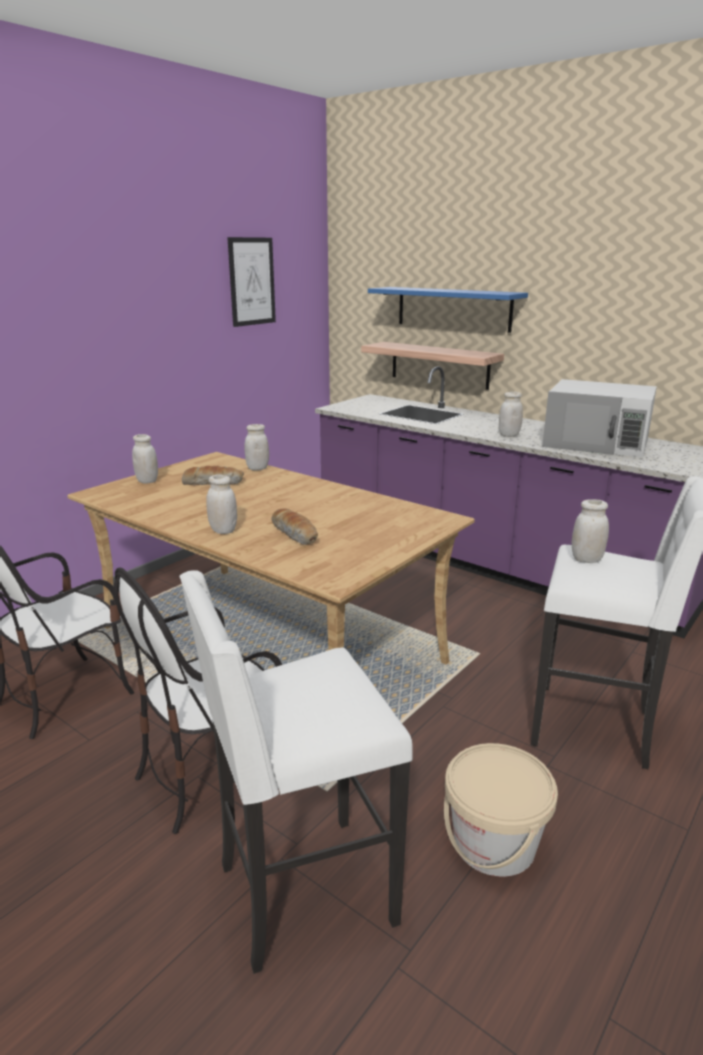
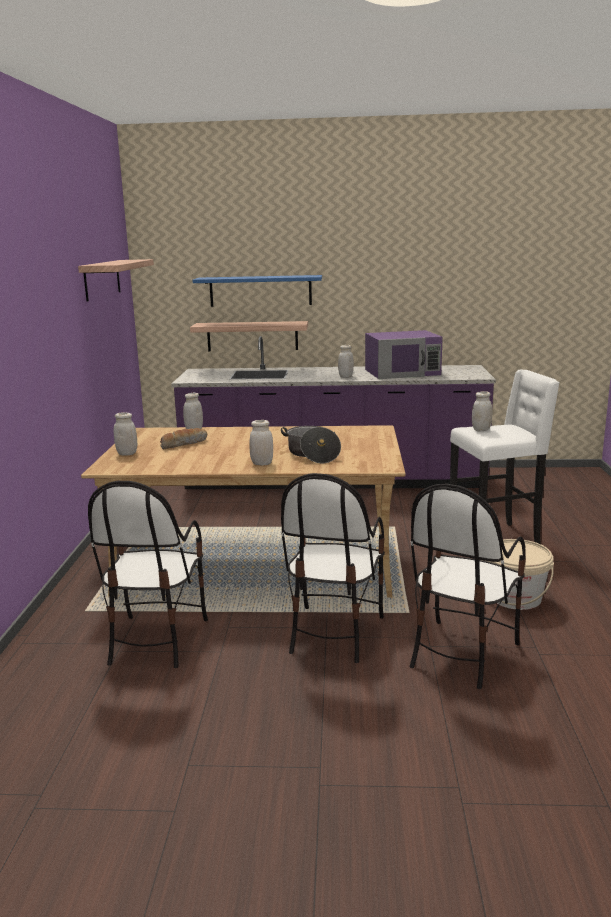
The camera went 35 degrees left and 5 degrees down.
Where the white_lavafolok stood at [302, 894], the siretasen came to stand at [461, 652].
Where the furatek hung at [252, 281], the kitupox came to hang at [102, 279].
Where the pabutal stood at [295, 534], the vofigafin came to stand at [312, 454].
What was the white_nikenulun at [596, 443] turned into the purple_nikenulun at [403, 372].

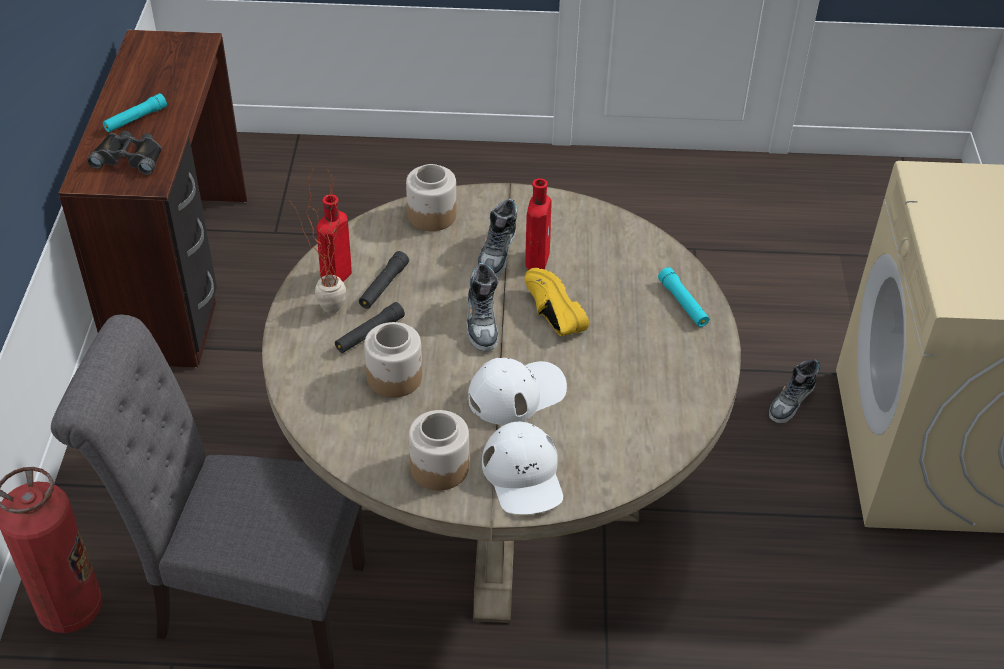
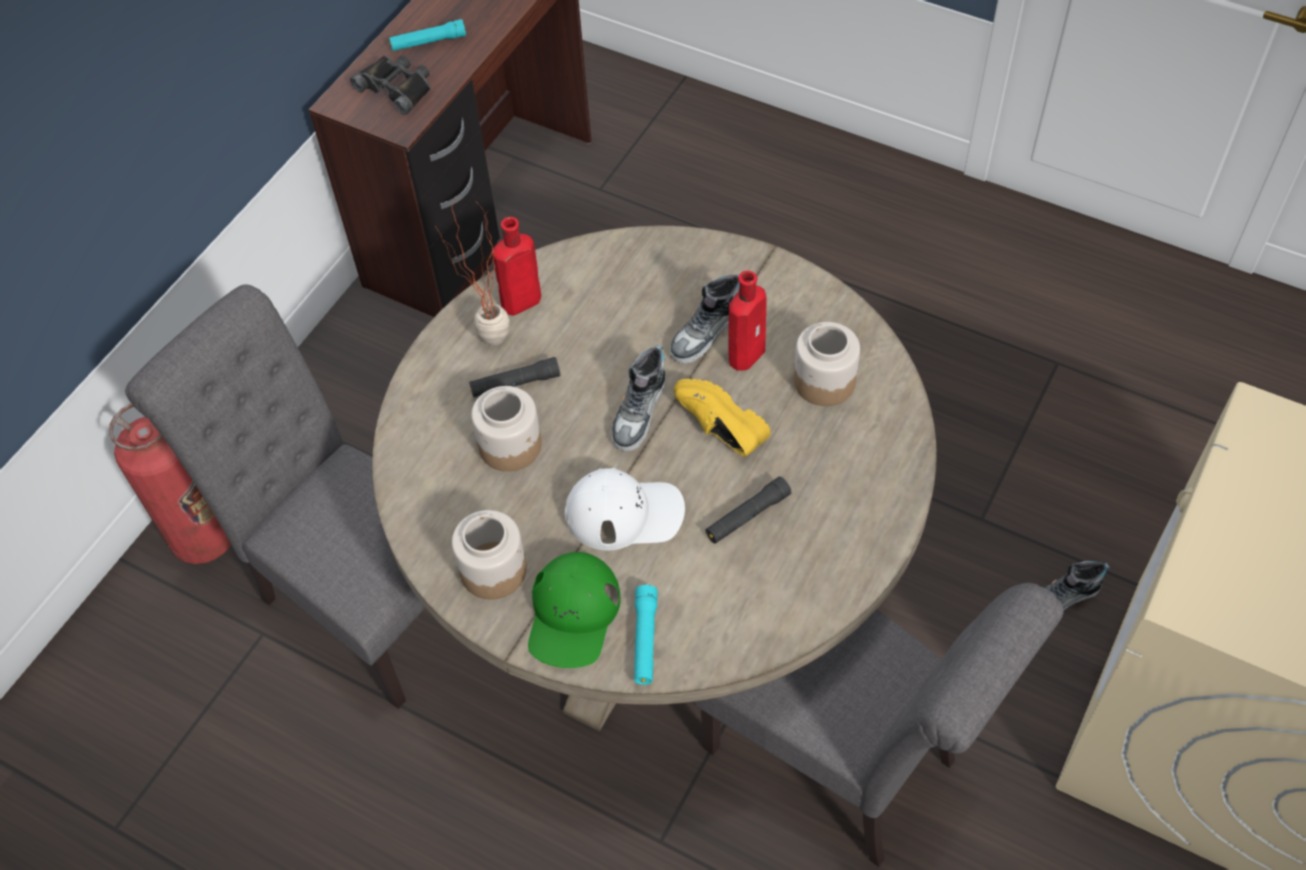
The camera went 30 degrees right and 10 degrees up.
The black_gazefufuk ended up elsewhere, having gone from [383, 286] to [747, 516].
The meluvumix ended up elsewhere, having gone from [431, 215] to [823, 381].
What was the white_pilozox at [523, 475] turned into the green_pilozox at [573, 614].
The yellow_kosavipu at [548, 315] ended up facing another way, 45 degrees counterclockwise from before.
The turquoise_gazefufuk ended up elsewhere, having gone from [683, 303] to [645, 640].
The second view gained the grey_siretasen at [844, 762].

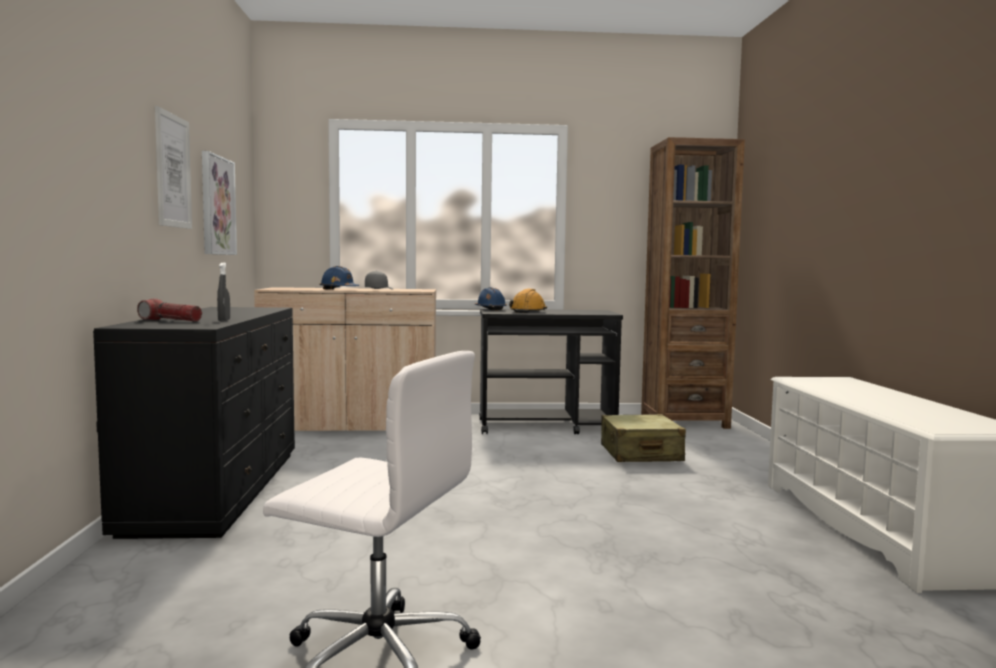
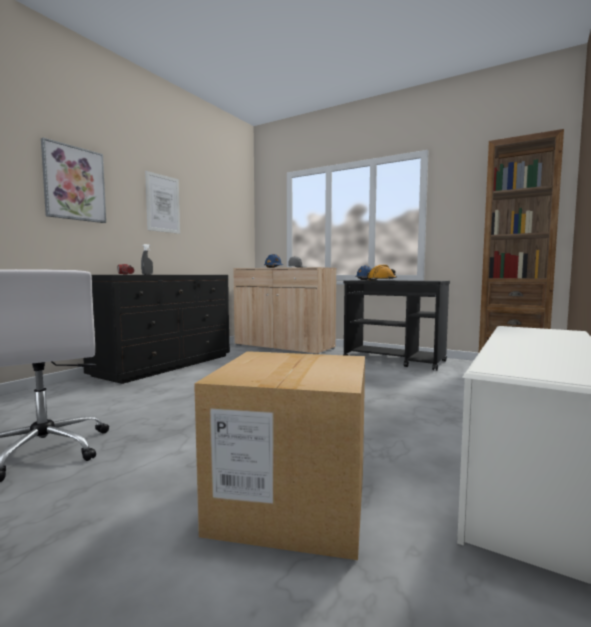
The camera went 35 degrees right and 0 degrees up.
The furatek ended up elsewhere, having gone from [217, 206] to [74, 183].
The second view lost the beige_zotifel at [640, 453].
The second view gained the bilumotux at [291, 501].

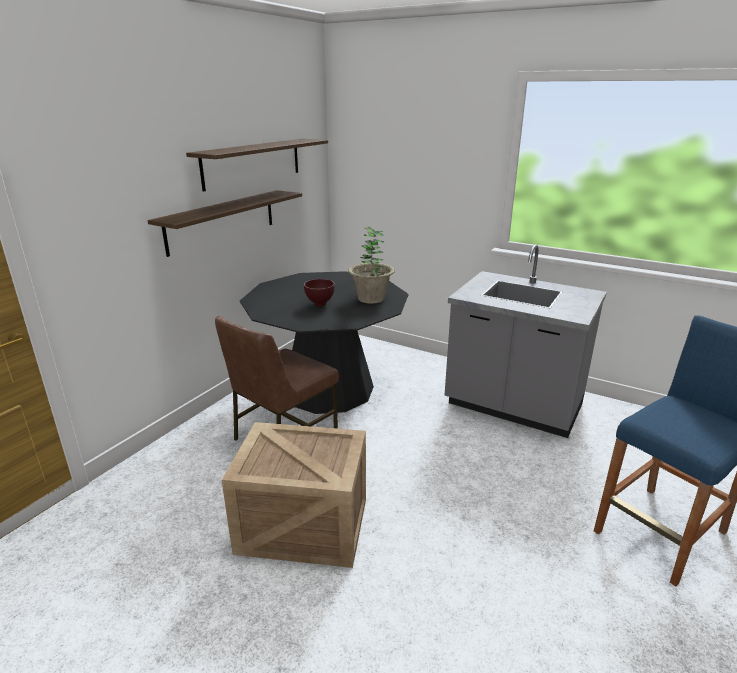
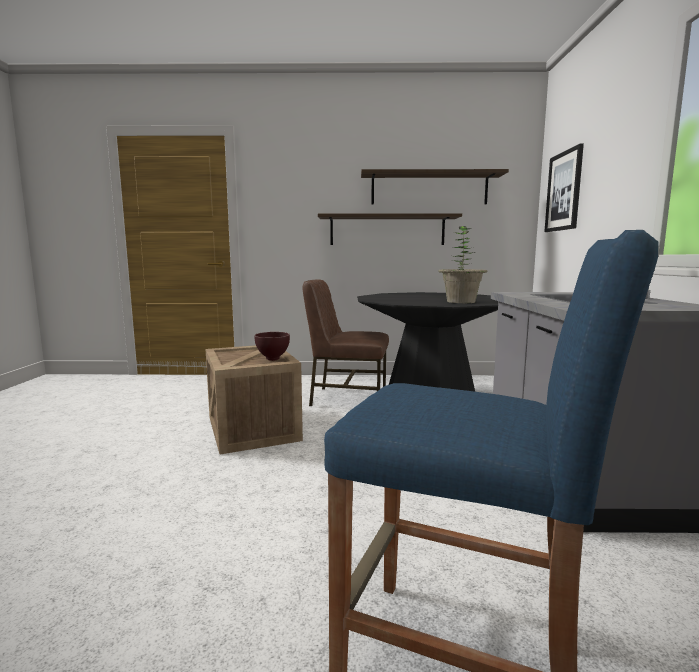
The camera went 60 degrees right and 15 degrees down.
The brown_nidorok ended up elsewhere, having gone from [319, 304] to [273, 359].
The second view gained the furatek at [564, 191].

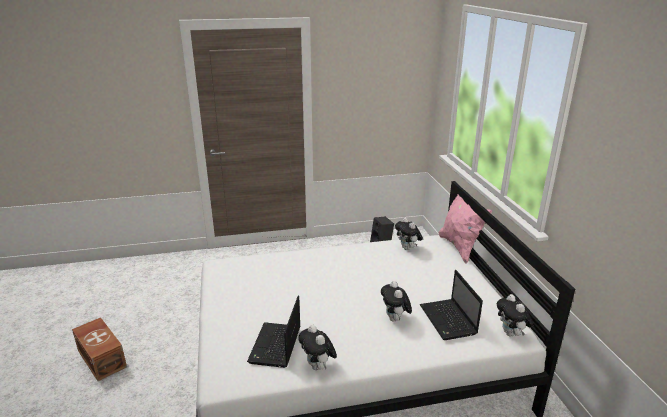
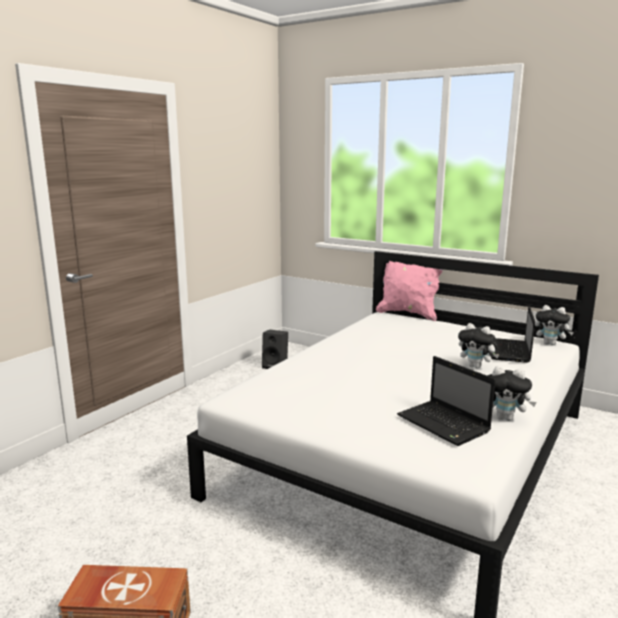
The camera went 45 degrees left and 10 degrees down.
The second view lost the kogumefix at [407, 248].
The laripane at [448, 321] ended up facing another way, 75 degrees clockwise from before.

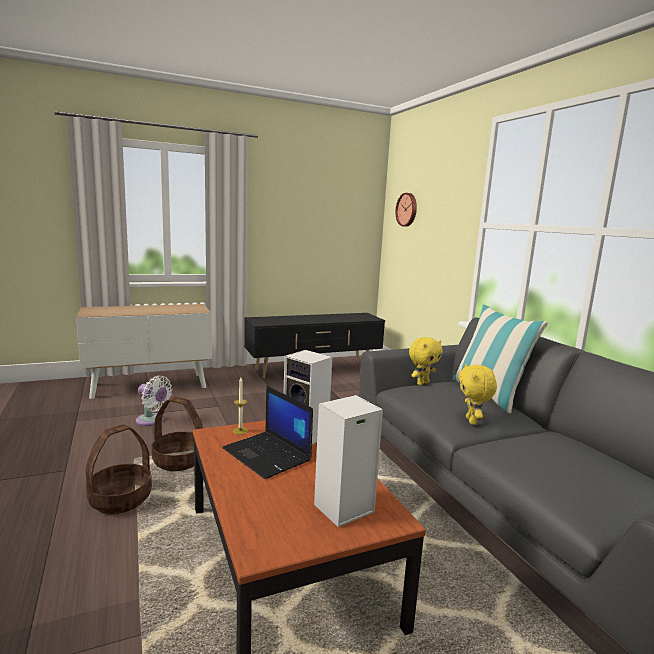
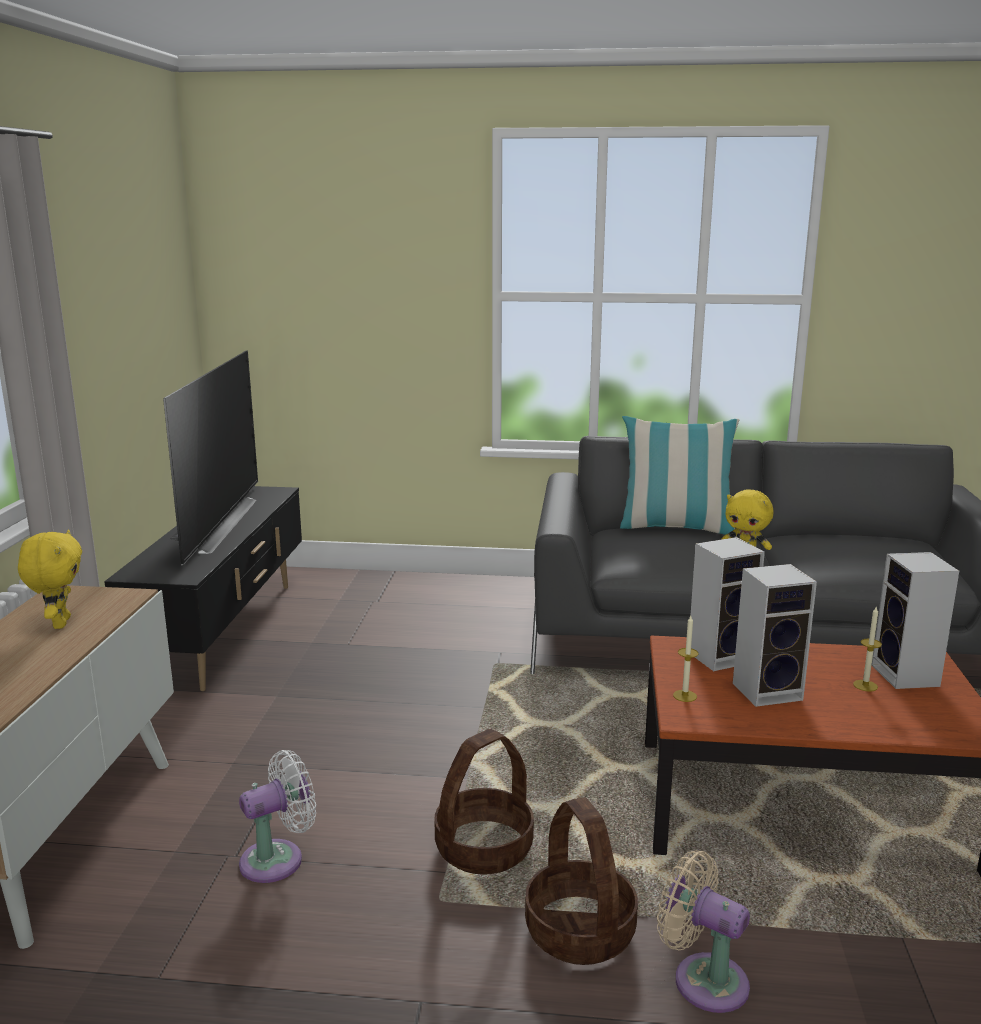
The camera went 60 degrees left and 5 degrees up.
Where the laripane stood at [268, 455], the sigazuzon came to stand at [769, 691].
The second view lost the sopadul at [407, 209].
The yellow_kogumefix ended up elsewhere, having gone from [422, 383] to [59, 623].
The second view gained the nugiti at [214, 524].
The second view gained the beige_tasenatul at [703, 979].
The second view gained the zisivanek at [865, 685].

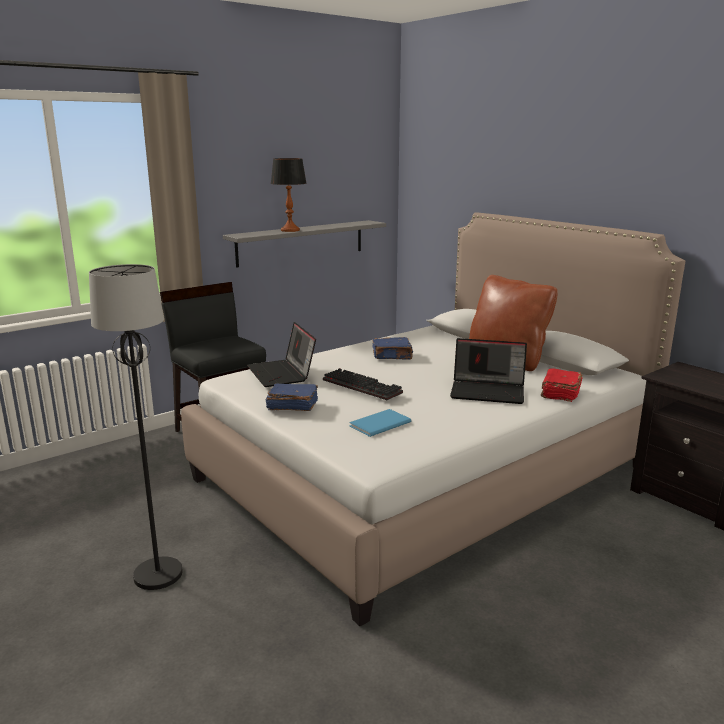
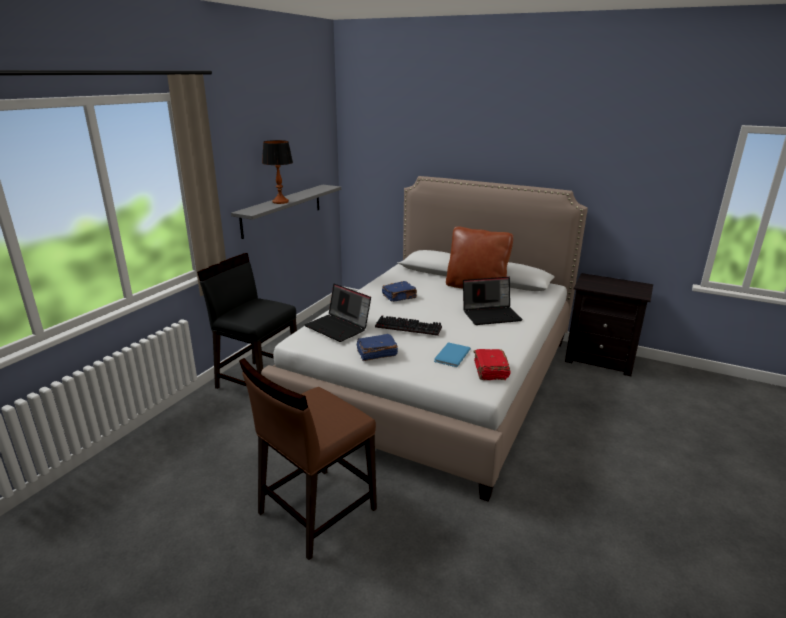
The camera went 25 degrees left and 5 degrees up.
Where the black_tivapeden stood at [157, 574], the brown_siretasen came to stand at [316, 511].
The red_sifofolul ended up elsewhere, having gone from [560, 393] to [490, 371].

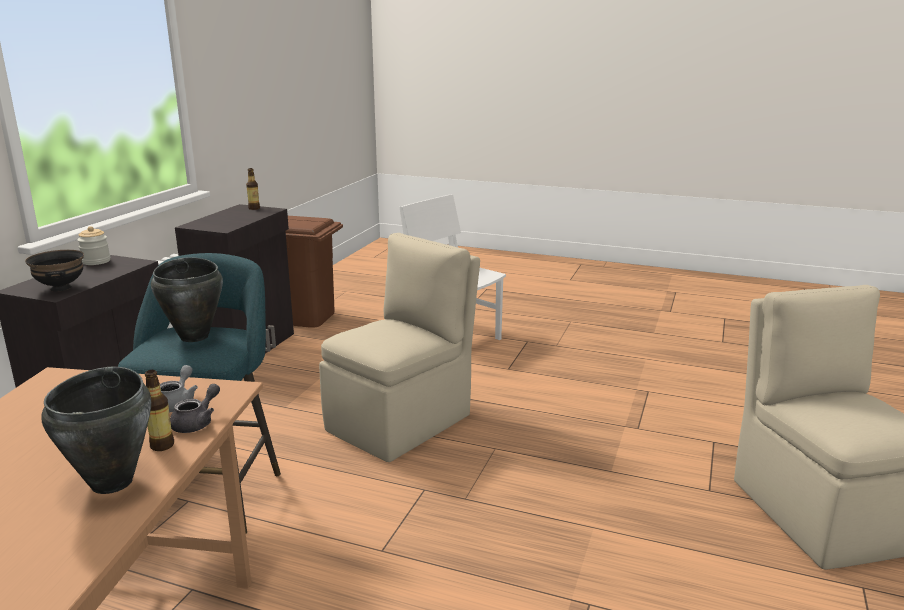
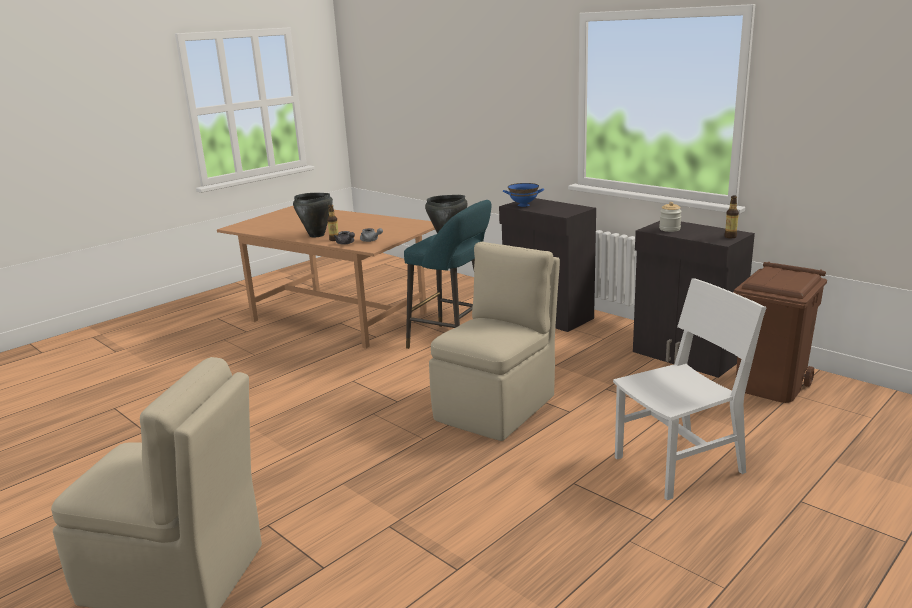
The camera went 115 degrees right and 0 degrees up.
What was the black_nidorok at [60, 288] turned into the blue_nidorok at [523, 205].
The meluvumix ended up elsewhere, having gone from [96, 261] to [669, 229].
The beige_siretasen at [402, 421] ended up facing another way, 120 degrees counterclockwise from before.

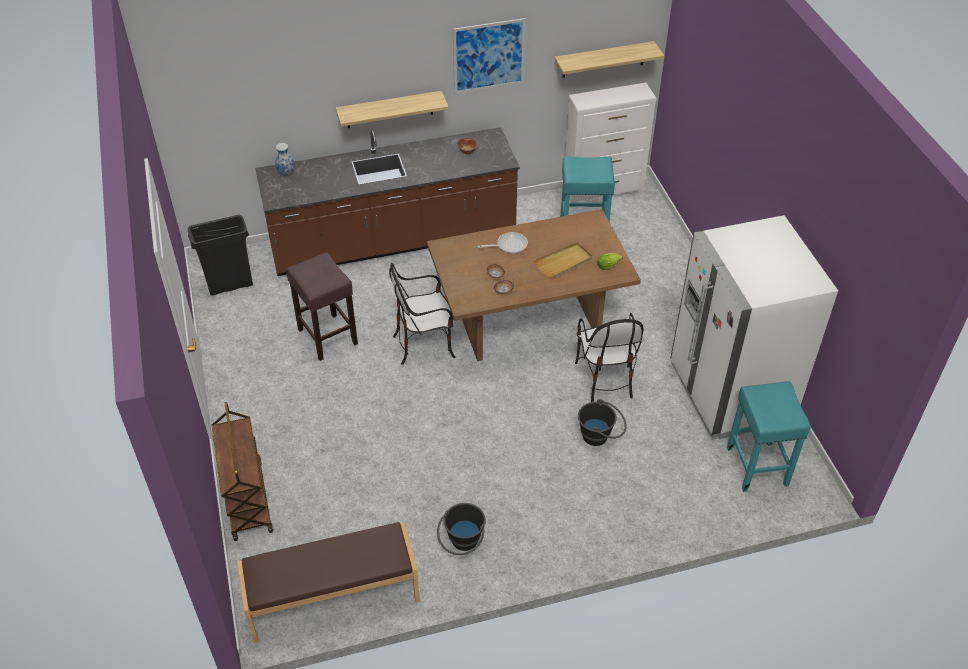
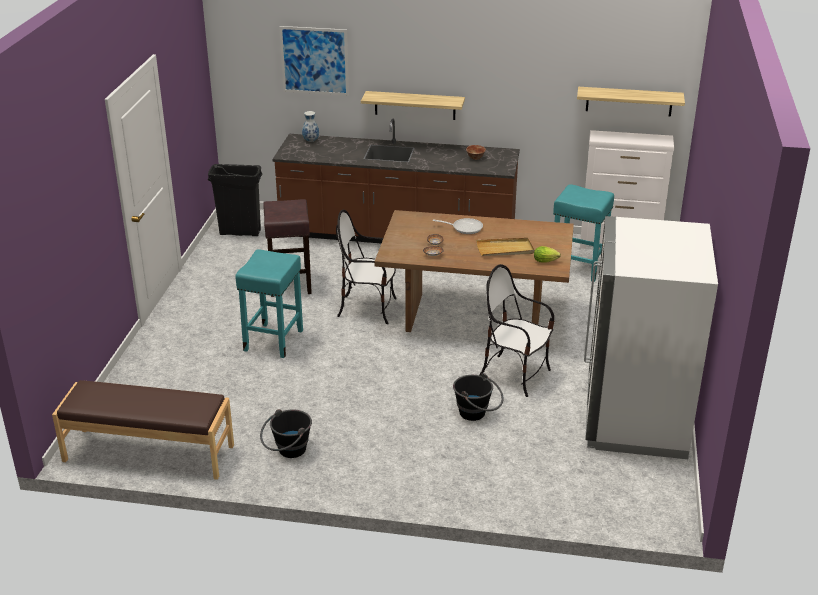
The camera went 25 degrees right and 15 degrees down.
The second view lost the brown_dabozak at [247, 499].
The furatek ended up elsewhere, having gone from [489, 56] to [314, 60].
The siretasen at [604, 378] ended up facing another way, 105 degrees clockwise from before.
The turquoise_lavafolok ended up elsewhere, having gone from [756, 465] to [274, 340].

